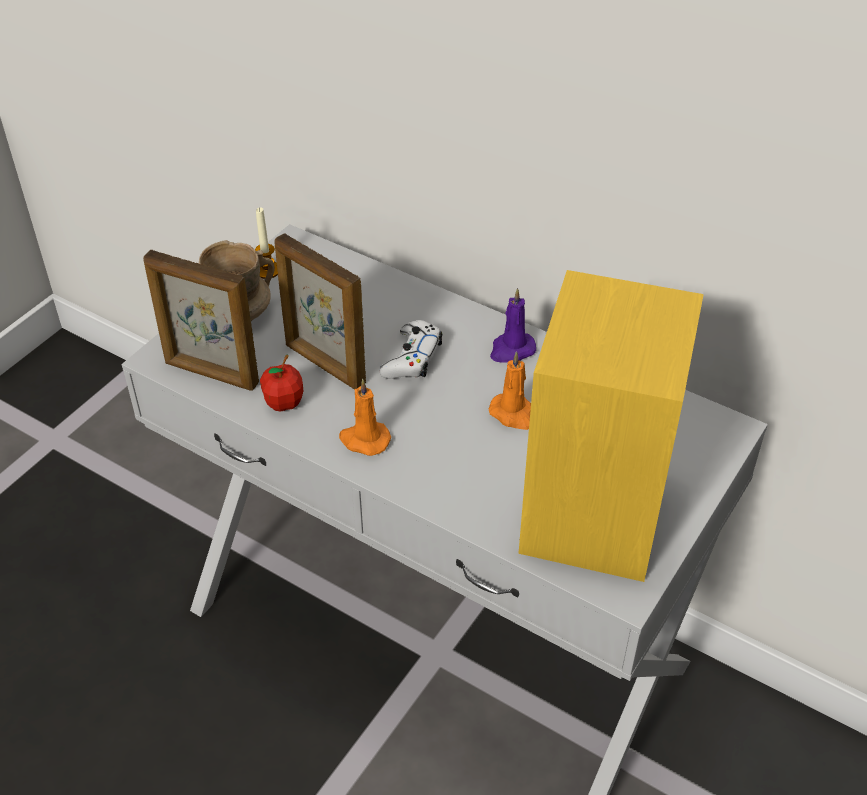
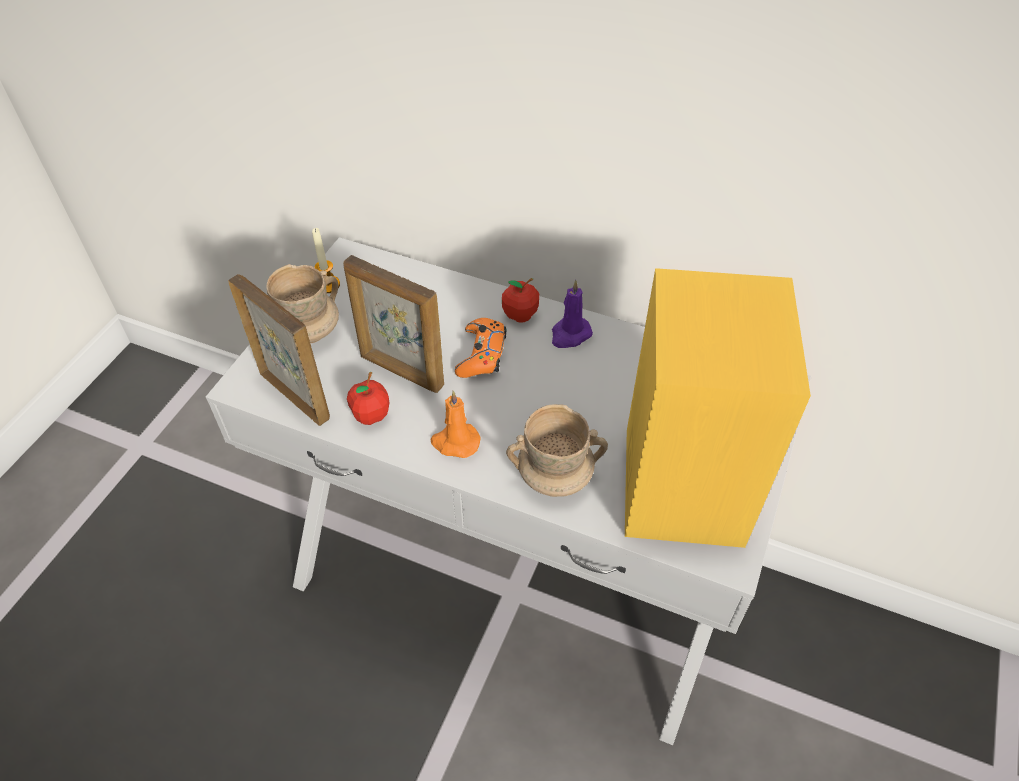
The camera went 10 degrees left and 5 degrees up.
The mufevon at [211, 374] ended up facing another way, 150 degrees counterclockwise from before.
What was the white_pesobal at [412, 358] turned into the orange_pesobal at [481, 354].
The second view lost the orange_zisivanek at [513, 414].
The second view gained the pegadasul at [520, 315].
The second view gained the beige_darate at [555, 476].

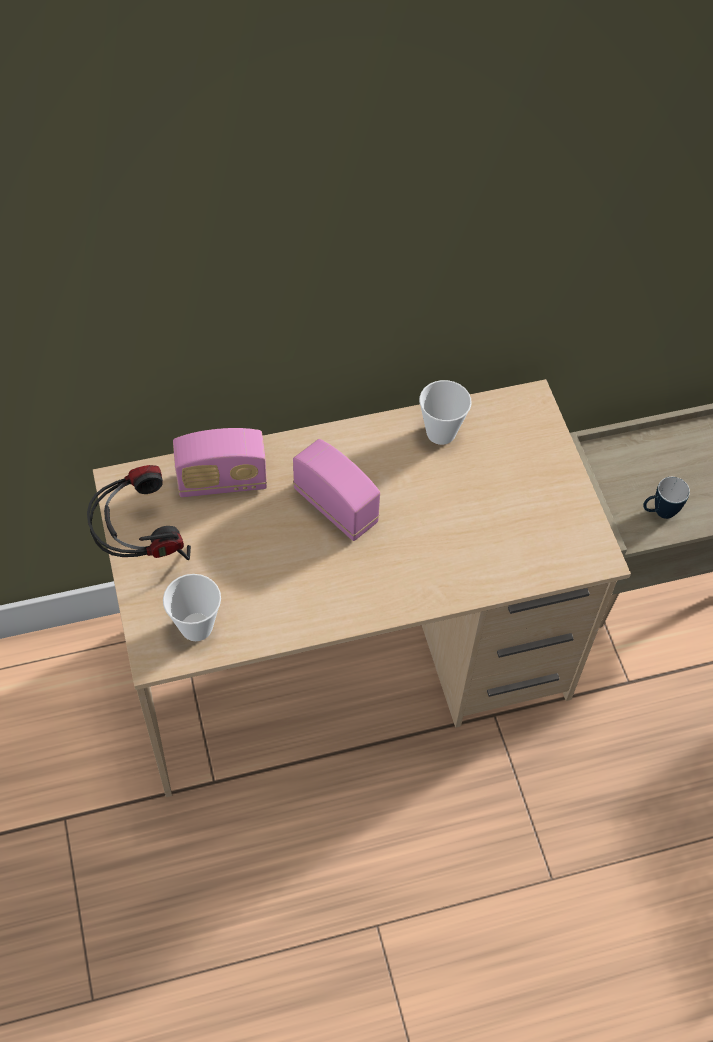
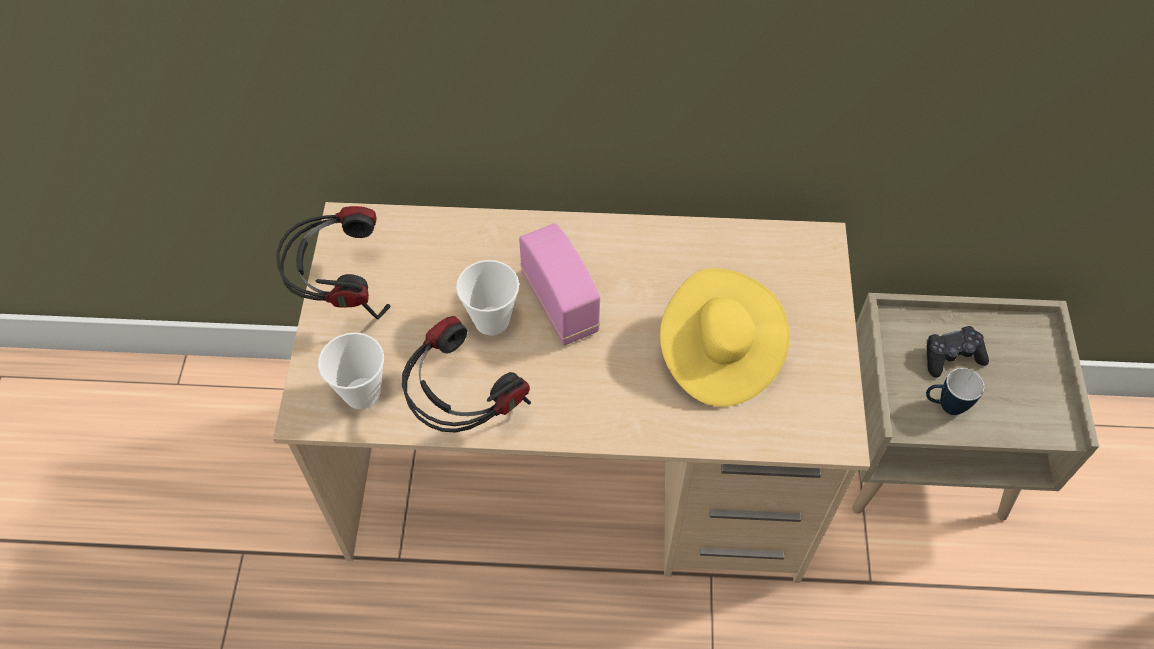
The camera went 20 degrees right and 0 degrees up.
The second view lost the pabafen at [222, 481].
The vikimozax ended up elsewhere, having gone from [441, 432] to [491, 320].
The second view gained the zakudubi at [464, 410].
The second view gained the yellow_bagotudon at [718, 354].
The second view gained the black_pesobal at [951, 356].

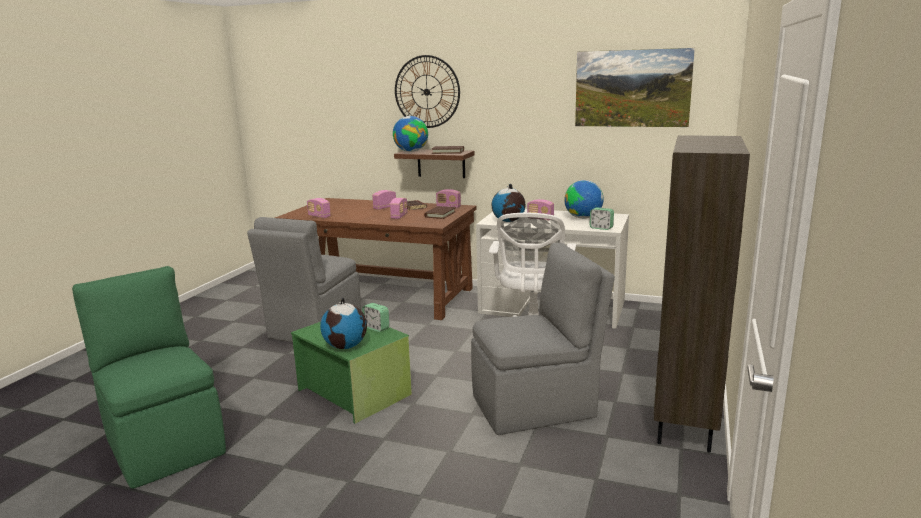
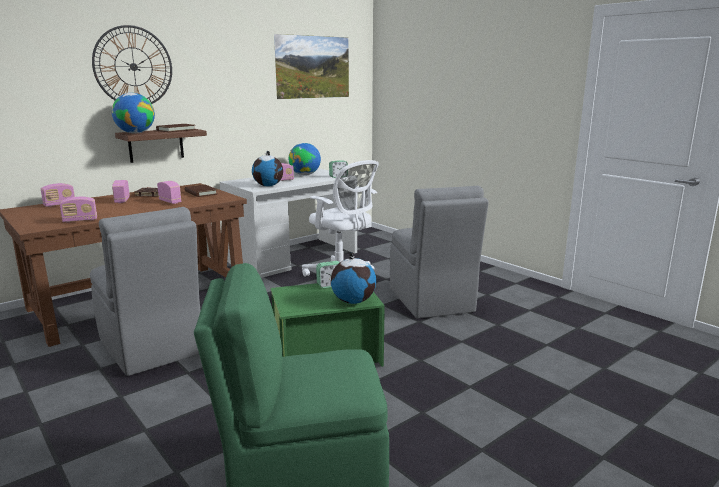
The camera went 60 degrees left and 0 degrees up.
The pabafen ended up elsewhere, having gone from [448, 207] to [59, 204].
The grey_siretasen at [536, 406] ended up facing another way, 150 degrees clockwise from before.
The second view lost the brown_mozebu at [686, 421].

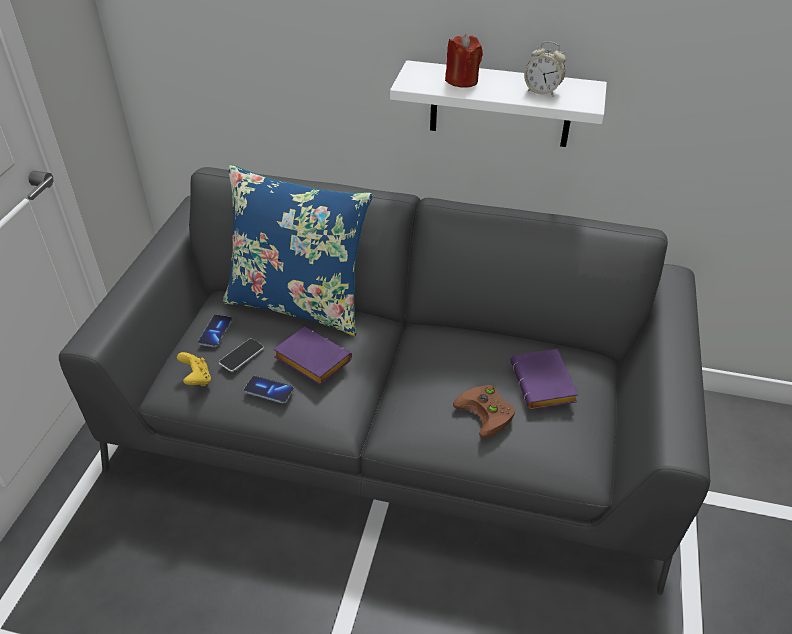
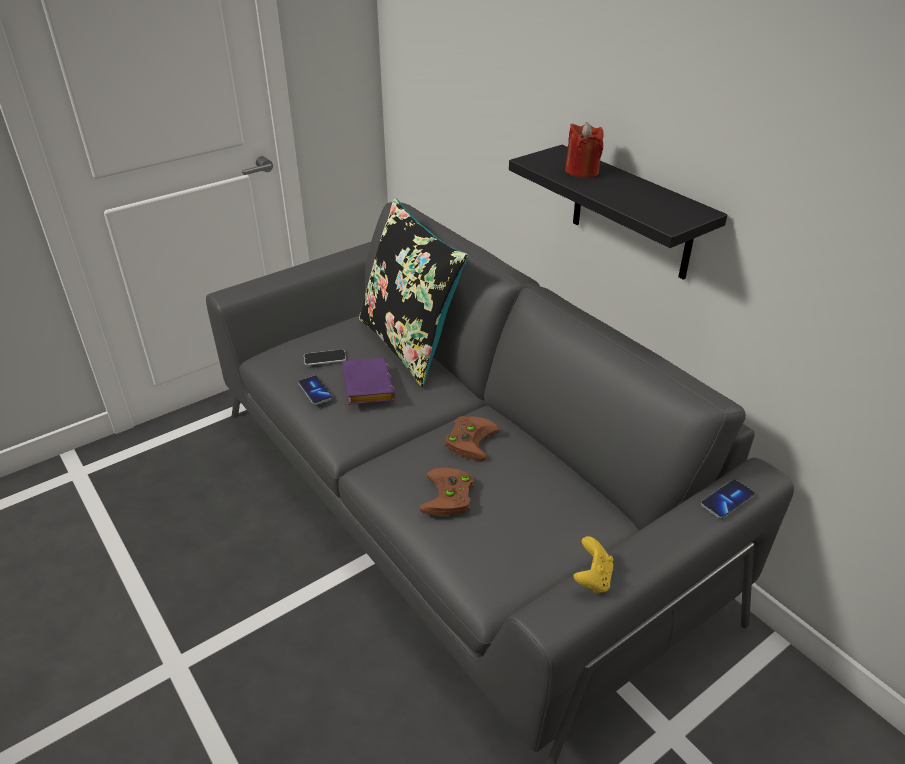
The camera went 40 degrees right and 5 degrees down.
The yellow_pesobal ended up elsewhere, having gone from [196, 379] to [592, 578].
The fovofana ended up elsewhere, having gone from [215, 332] to [727, 500].
What was the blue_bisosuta at [298, 303] turned into the black_bisosuta at [410, 344].
What was the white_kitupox at [500, 105] turned into the black_kitupox at [631, 213].
The second view lost the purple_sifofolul at [545, 385].
The second view lost the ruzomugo at [542, 91].
The second view gained the brown_pesobal at [469, 439].

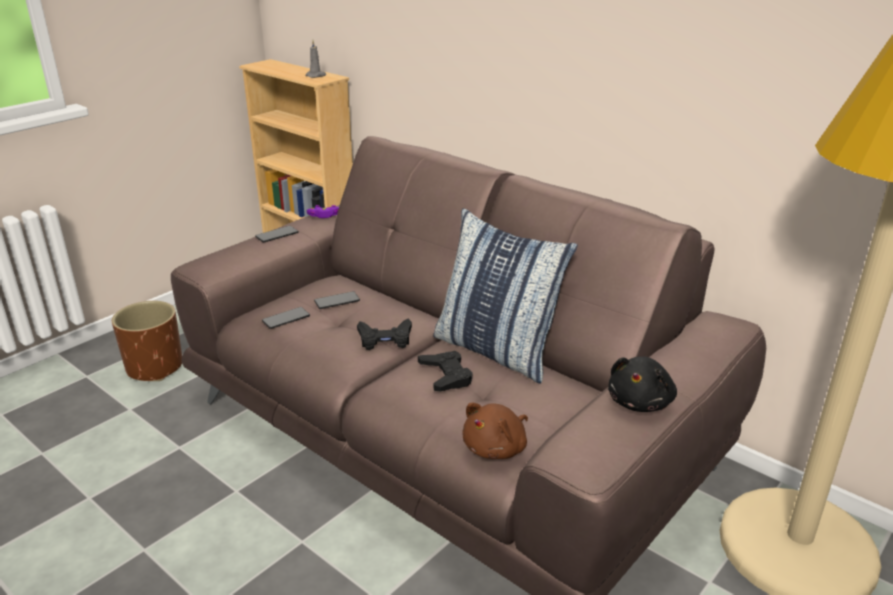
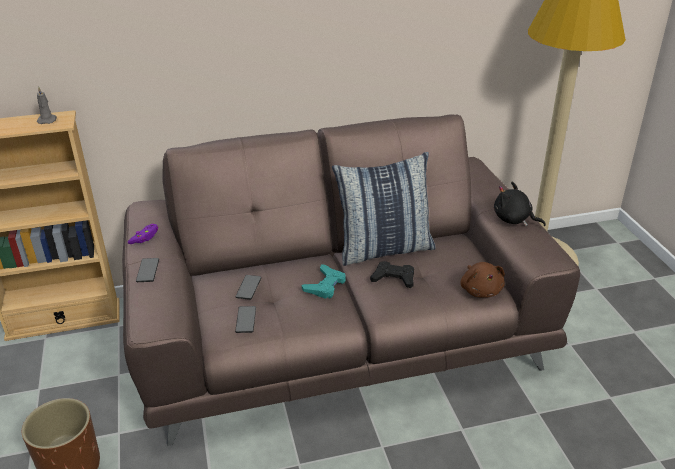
The camera went 55 degrees left and 5 degrees up.
What was the black_pesobal at [385, 339] turned into the turquoise_pesobal at [325, 285].
The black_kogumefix at [640, 402] ended up facing another way, 150 degrees clockwise from before.

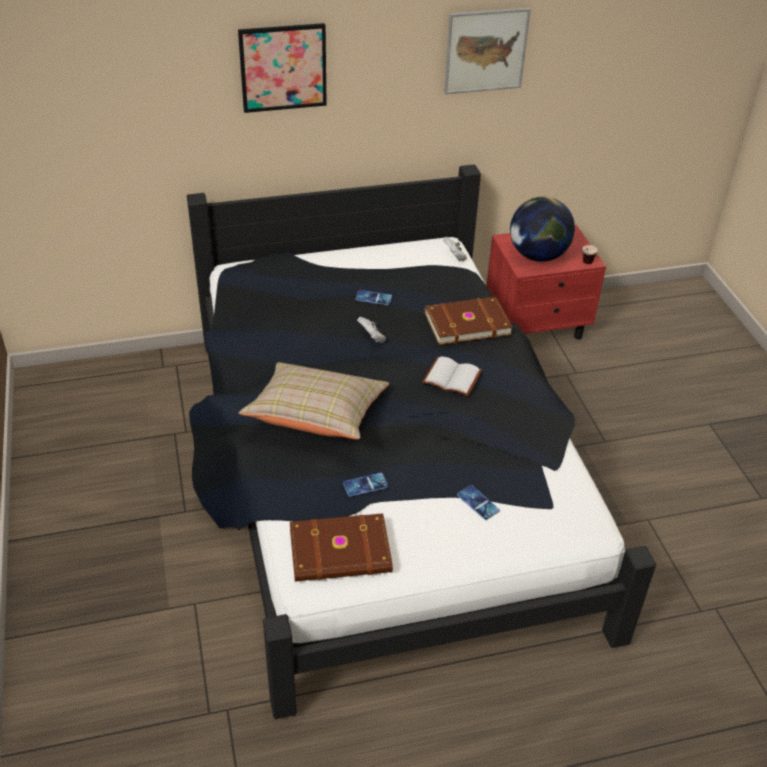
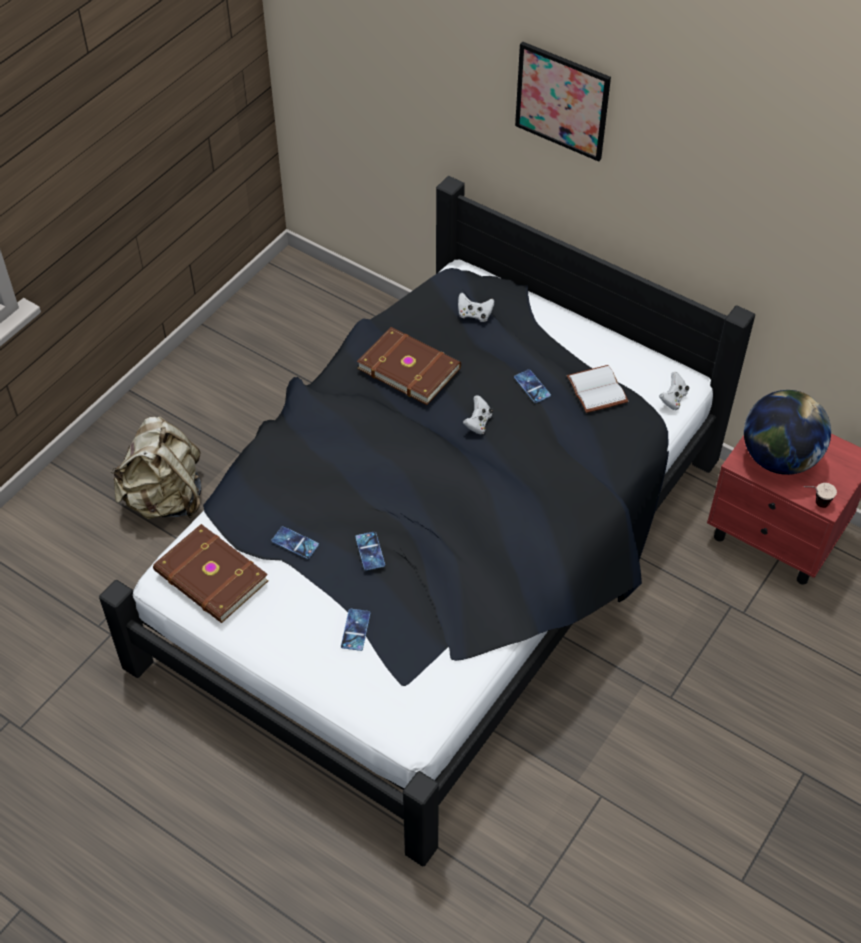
The camera went 50 degrees right and 10 degrees up.
The second view lost the beige_bisosuta at [316, 417].
The white_sifofolul ended up elsewhere, having gone from [453, 377] to [598, 390].
The brown_sifofolul ended up elsewhere, having gone from [466, 323] to [409, 367].
The second view lost the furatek at [485, 50].
The second view gained the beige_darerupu at [165, 499].
The second view gained the fovofana at [370, 551].
The second view gained the white_pesobal at [474, 315].

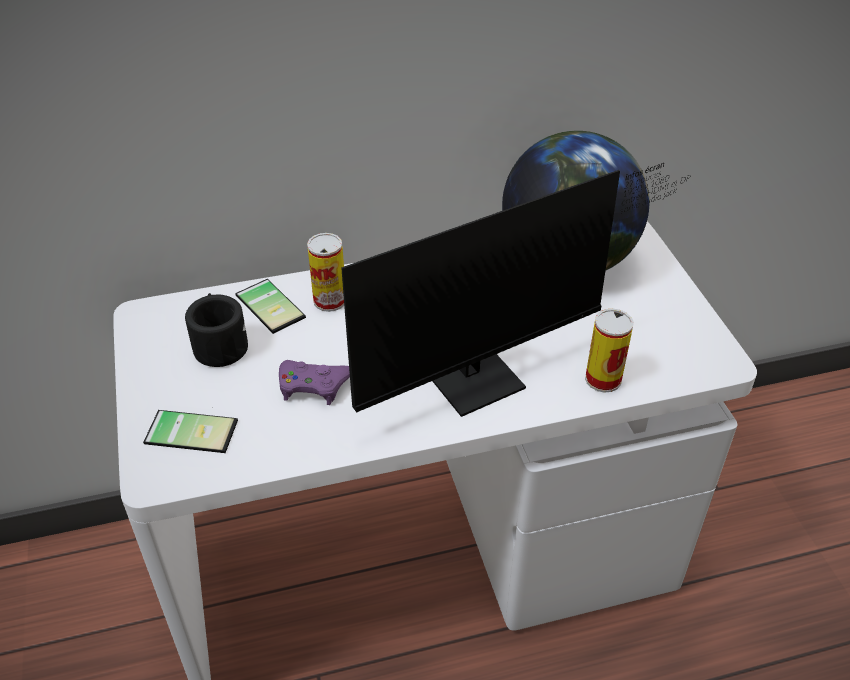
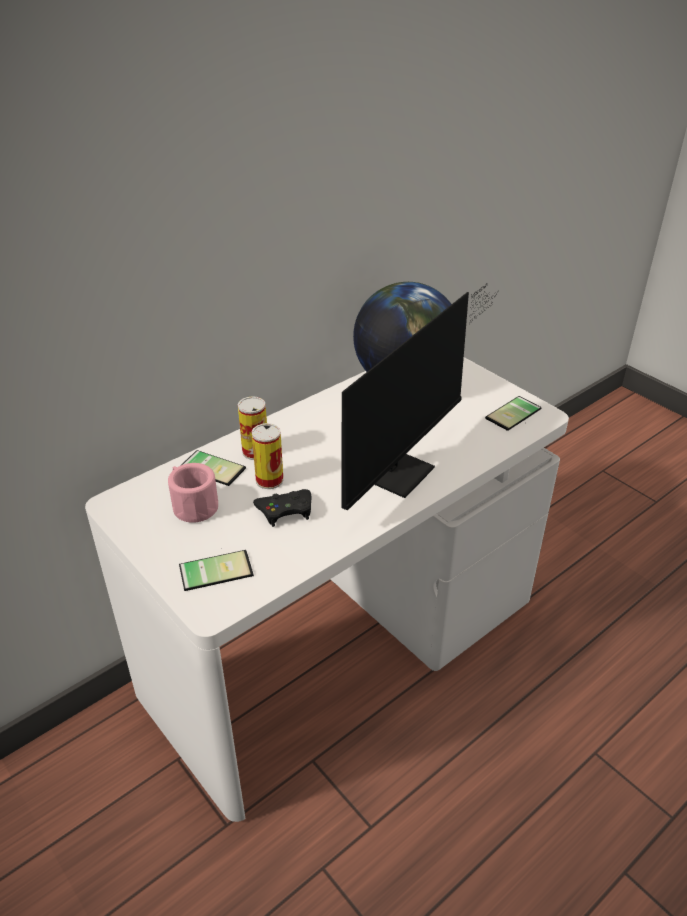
The camera went 25 degrees left and 5 degrees down.
What was the black_darate at [220, 344] turned into the pink_darate at [192, 505].
What was the purple_pesobal at [313, 385] turned into the black_pesobal at [285, 510].
The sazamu ended up elsewhere, having gone from [603, 379] to [269, 480].
The second view gained the fovofana at [515, 415].

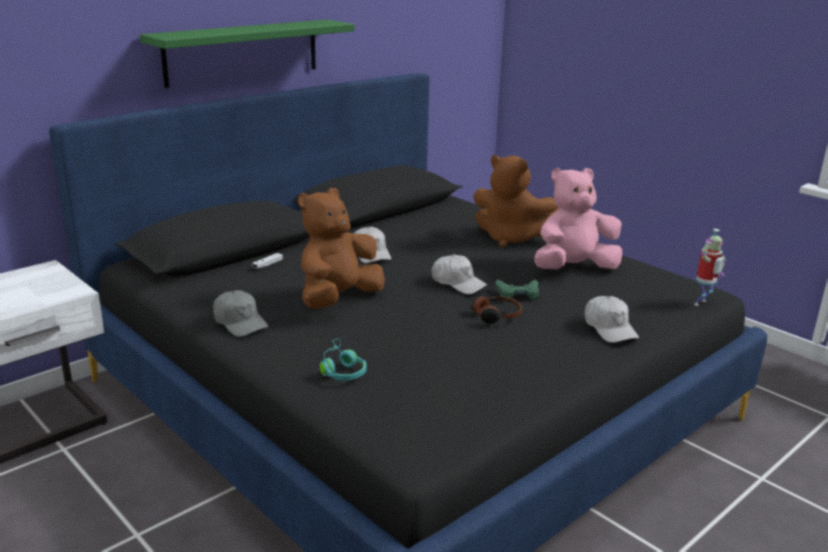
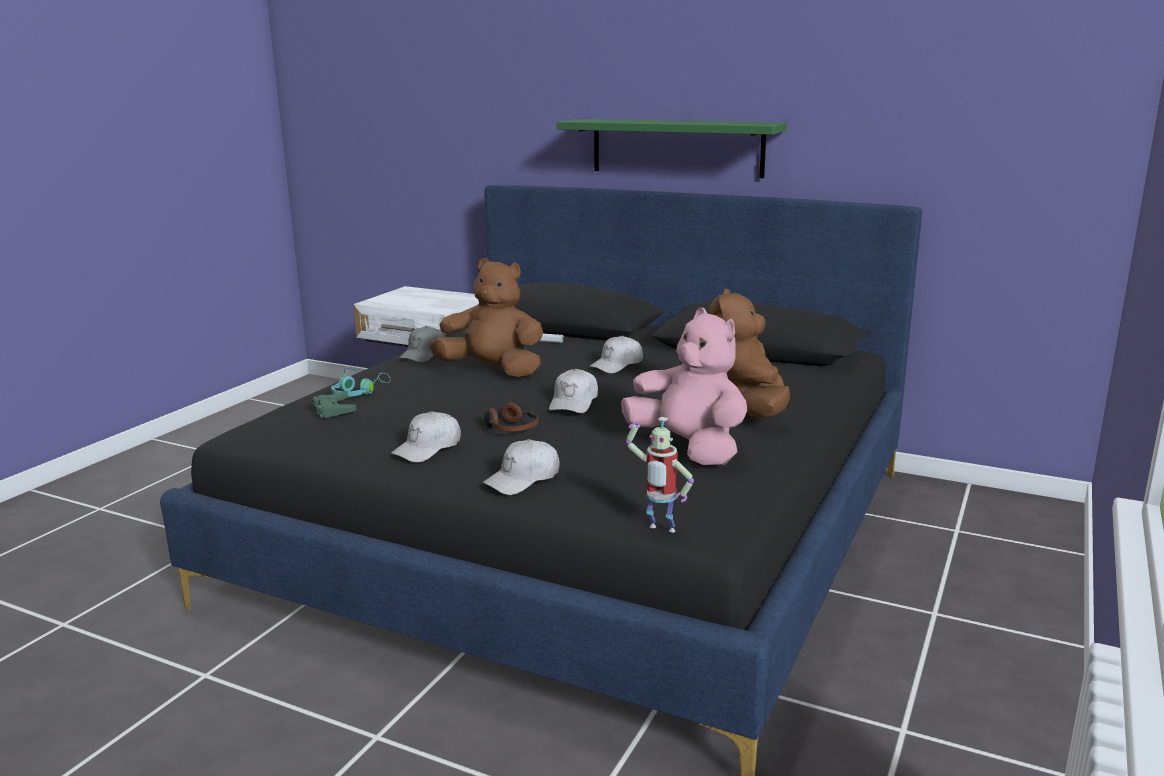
The camera went 70 degrees right and 5 degrees down.
The green_pesobal ended up elsewhere, having gone from [518, 293] to [333, 409].
The second view gained the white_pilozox at [428, 449].

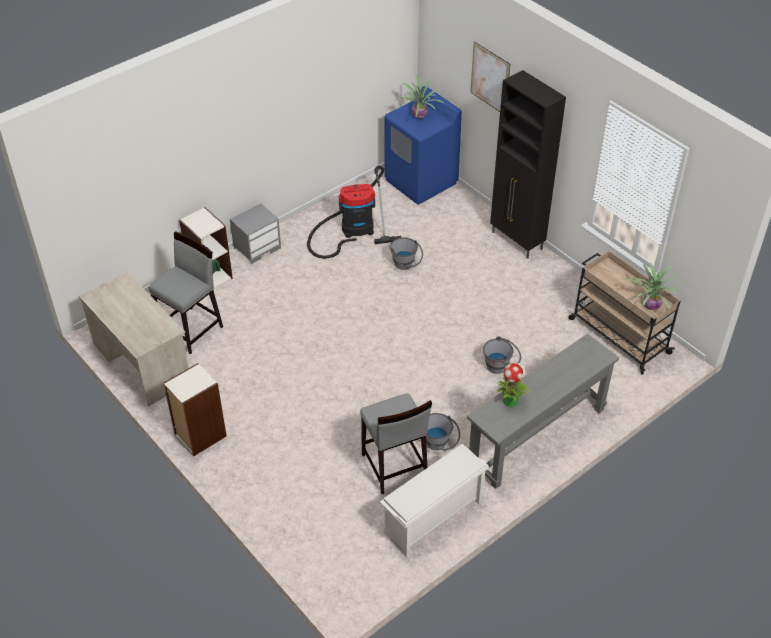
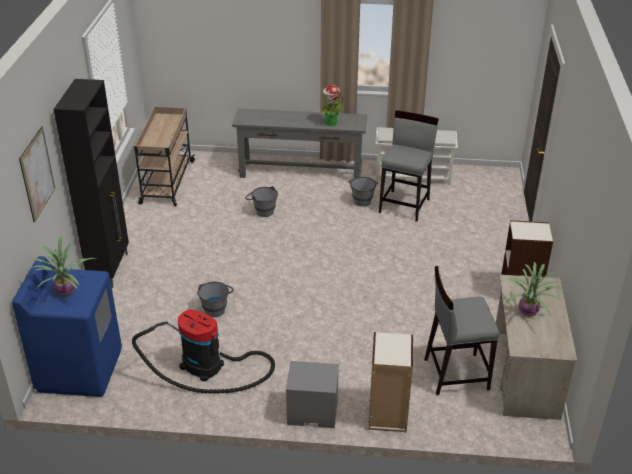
The camera went 135 degrees left and 10 degrees down.
The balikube ended up elsewhere, having gone from [650, 305] to [528, 313].

